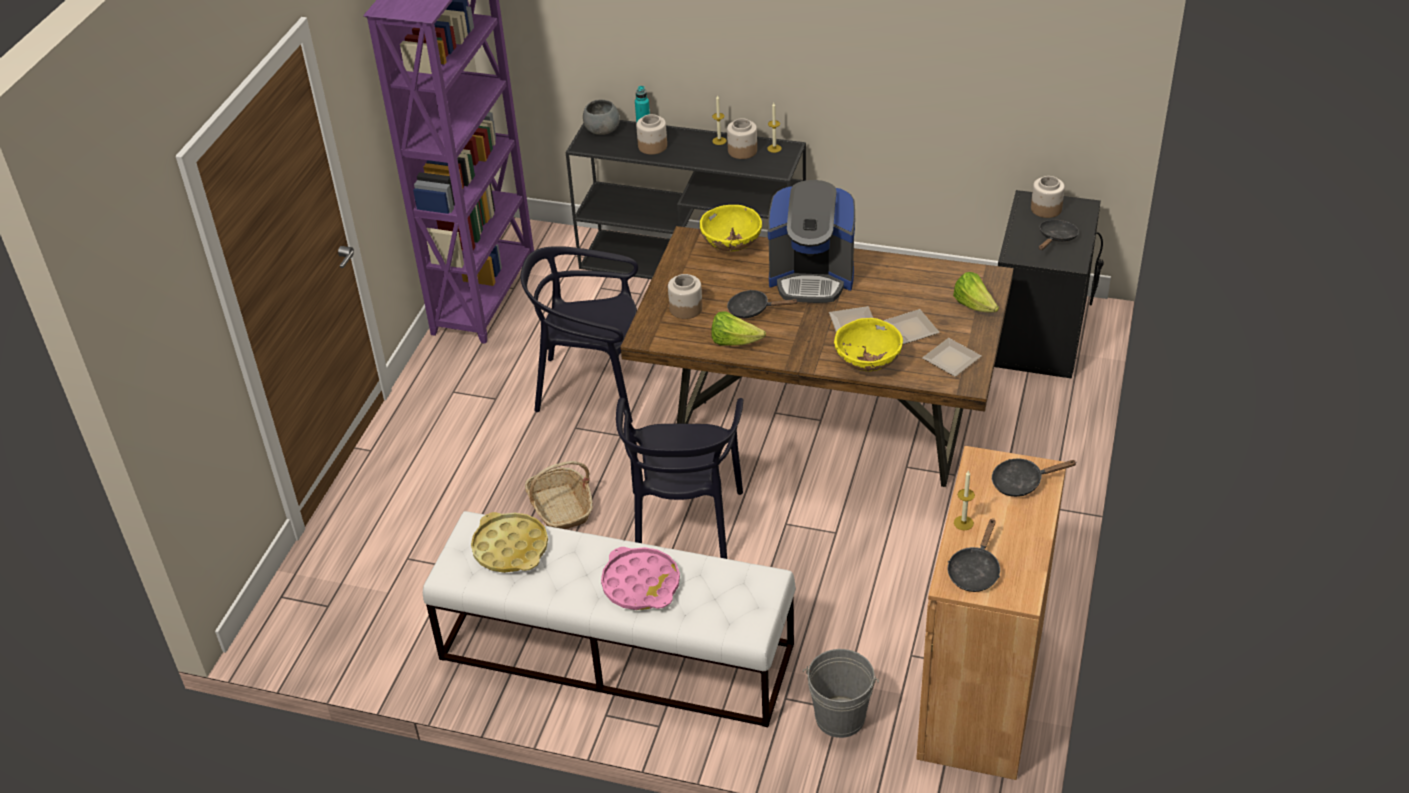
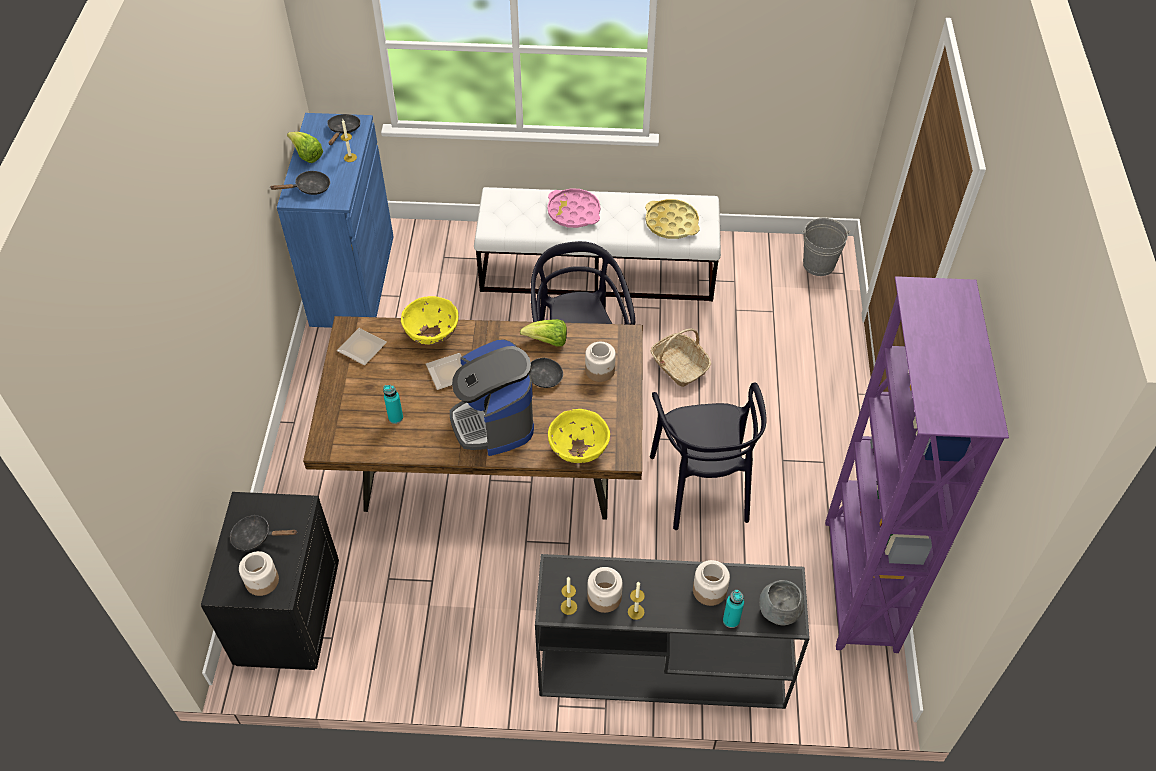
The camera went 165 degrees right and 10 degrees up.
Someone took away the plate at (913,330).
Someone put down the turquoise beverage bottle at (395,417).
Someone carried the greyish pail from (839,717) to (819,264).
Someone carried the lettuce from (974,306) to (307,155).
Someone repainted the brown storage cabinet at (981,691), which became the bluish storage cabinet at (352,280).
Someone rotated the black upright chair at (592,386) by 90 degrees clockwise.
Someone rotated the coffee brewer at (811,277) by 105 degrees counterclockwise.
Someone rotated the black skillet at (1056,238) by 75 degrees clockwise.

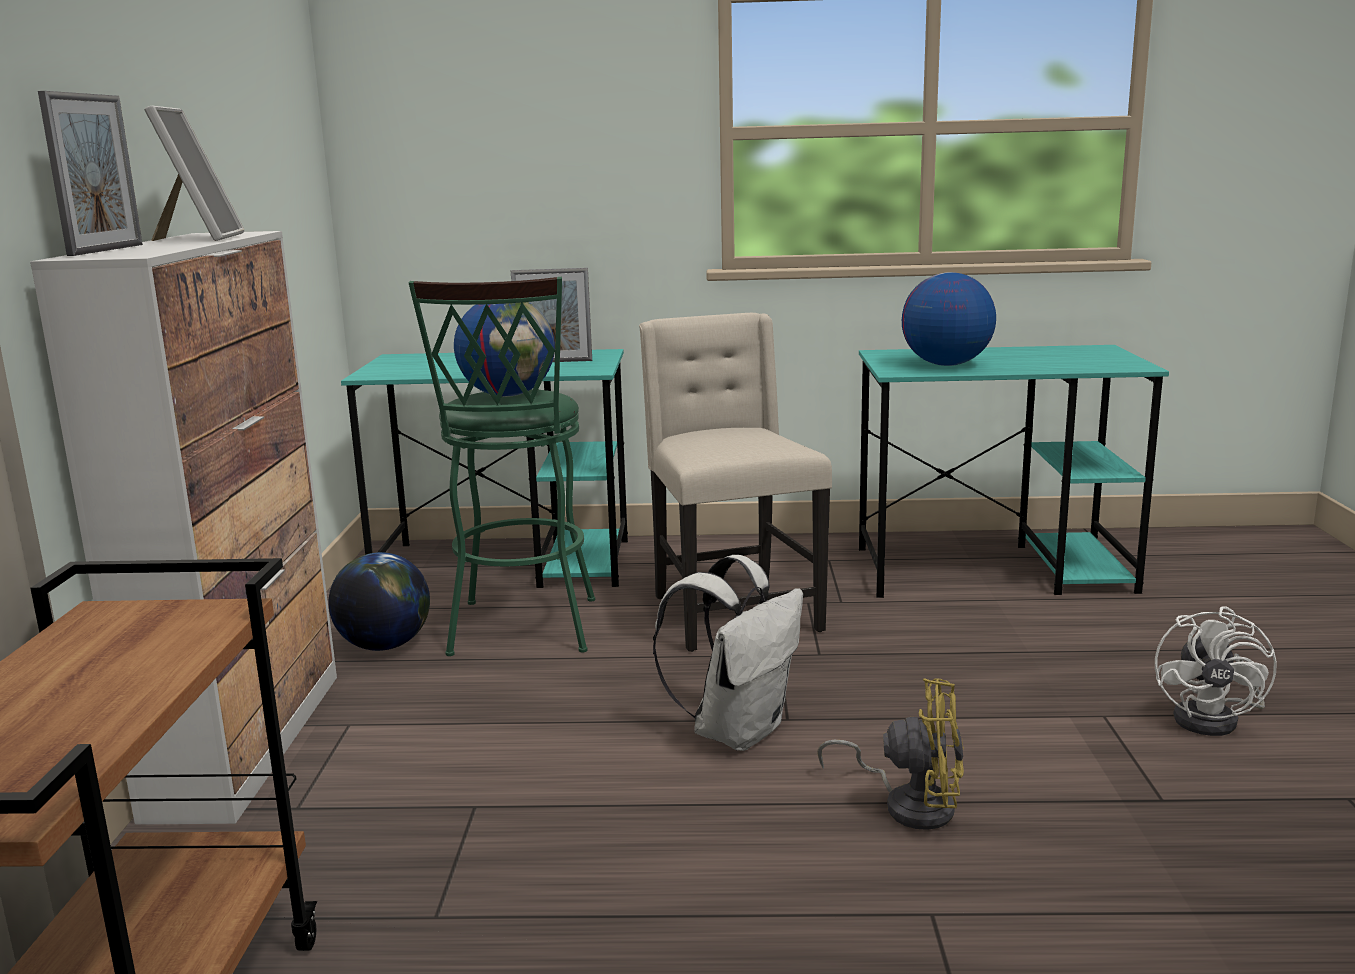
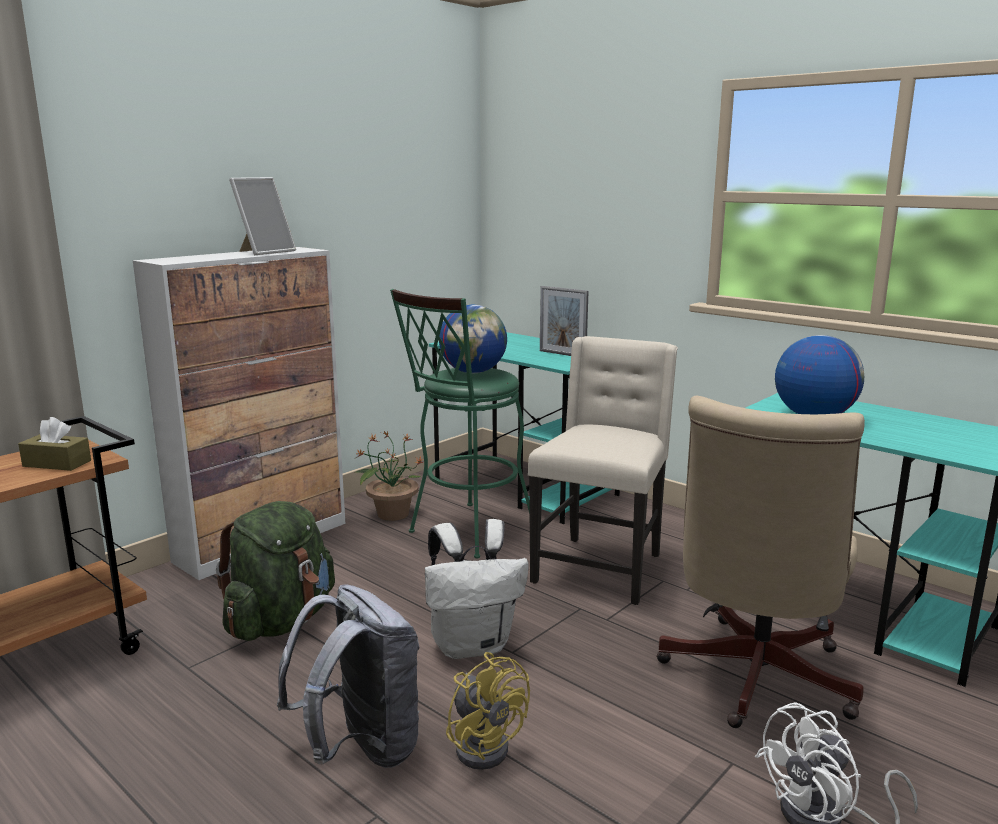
The camera went 40 degrees right and 0 degrees up.
Someone took away the photo frame at (106,250).
Someone put down the brown box of tissues at (57,463).
Someone put down the greenish knapsack at (281,621).
Someone put down the greyish knapsack at (361,749).
Someone put down the beige-coloured desk chair at (752,680).
Someone swapped the desk globe at (384,645) for the potted plant at (392,514).

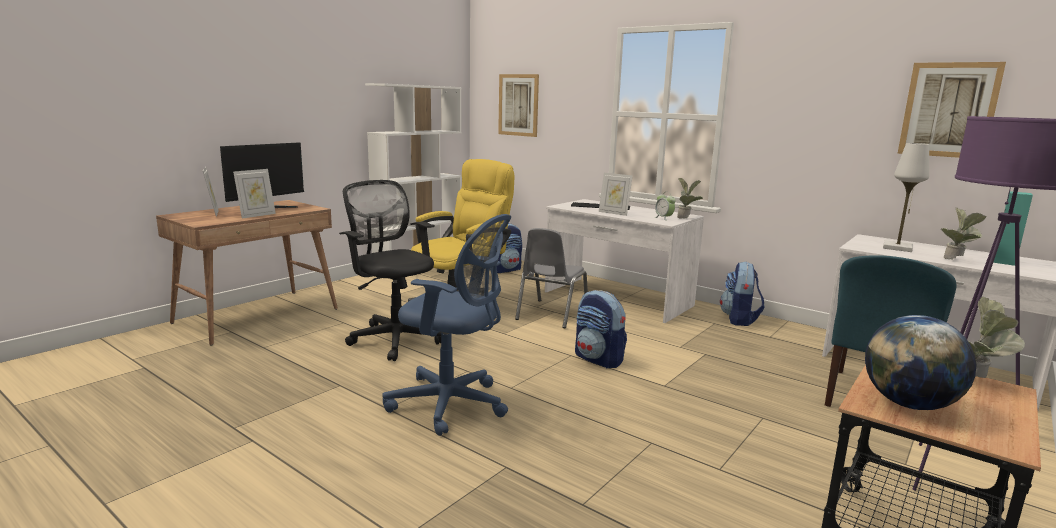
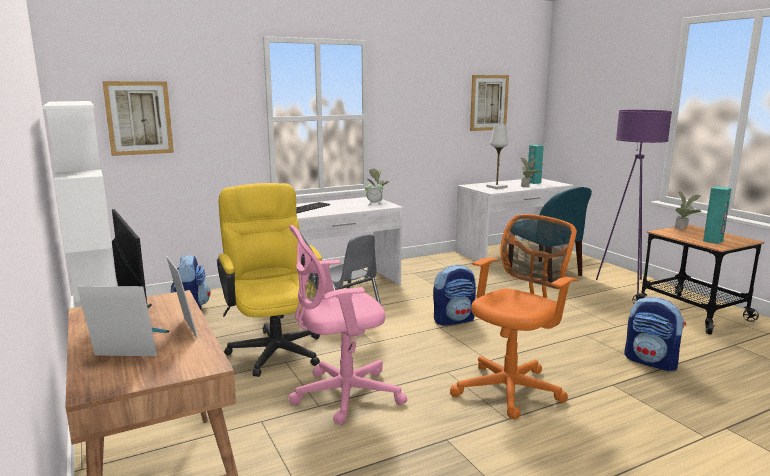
The camera went 65 degrees left and 0 degrees up.
Someone took away the photo frame at (613,213).
Someone carried the knapsack from (739,320) to (651,362).
Someone swapped the desk globe at (909,404) for the turquoise speaker at (713,241).
Someone repainted the black desk chair at (394,338), which became the pink desk chair at (341,395).
Someone repainted the bluish desk chair at (452,405), which became the orange desk chair at (512,388).

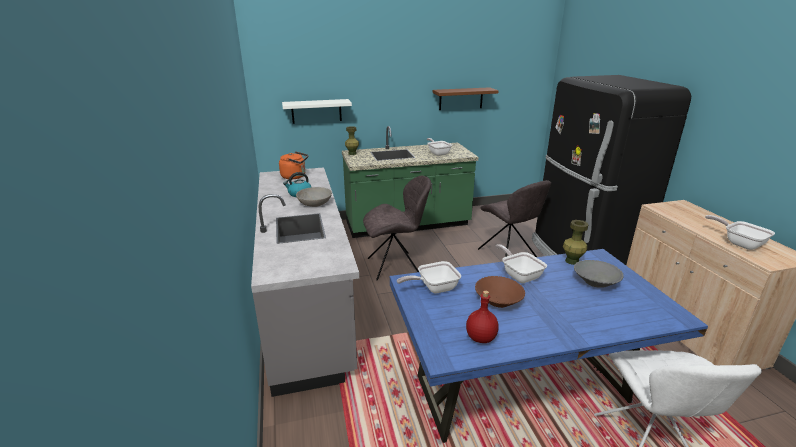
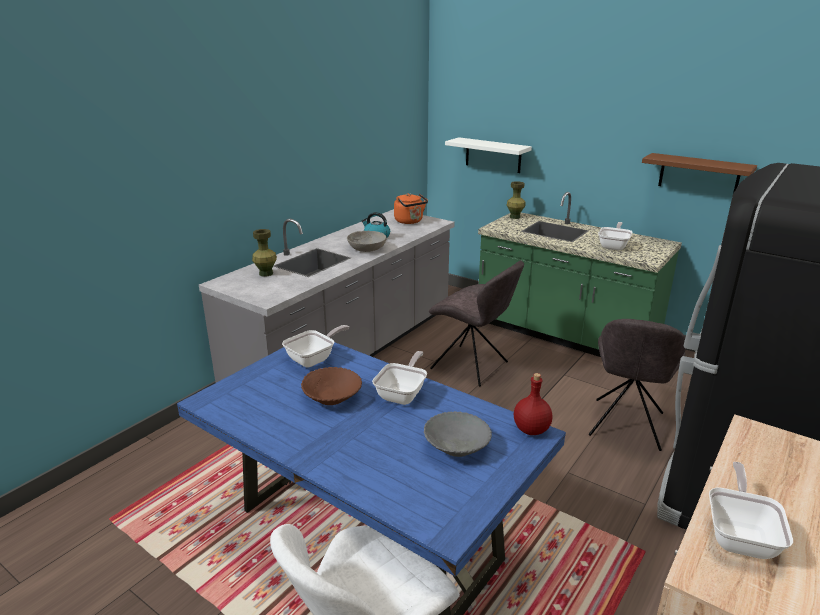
The camera went 50 degrees right and 0 degrees up.
Someone carried the red beverage bottle from (481,338) to (531,430).
Someone carried the greenish vase from (572,261) to (266,273).
Someone rotated the skillet at (433,288) by 105 degrees clockwise.

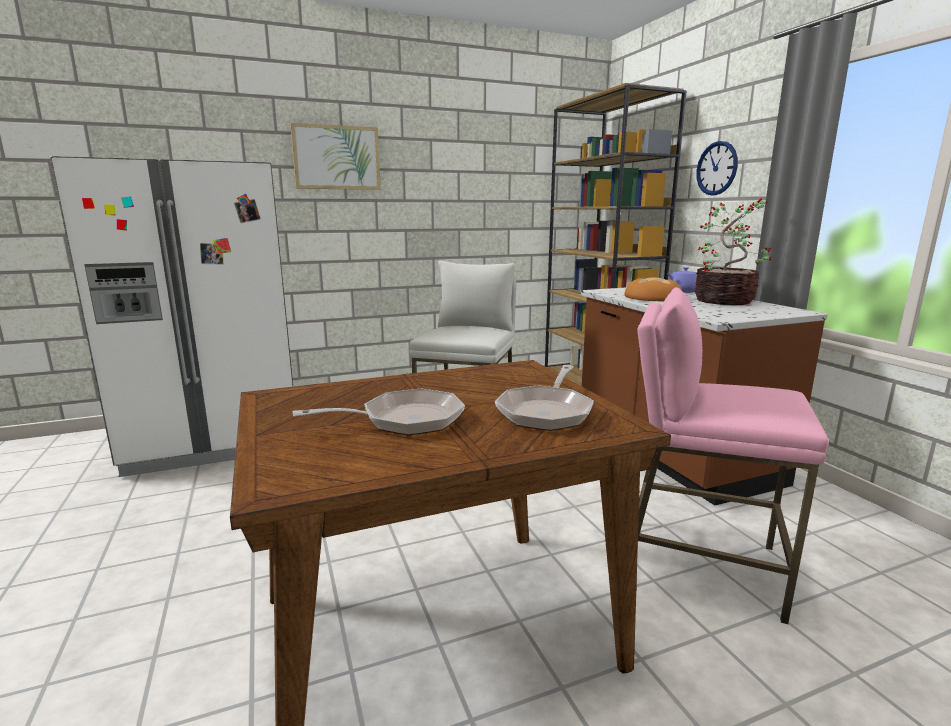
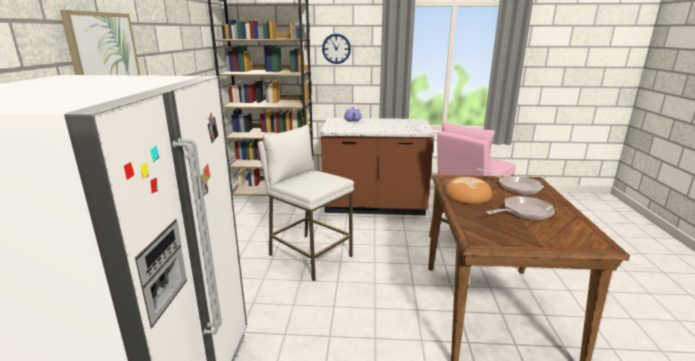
The camera went 65 degrees left and 5 degrees up.
Someone took away the potted plant at (725,301).
Someone carried the baked bread from (652,298) to (467,195).
Someone rotated the skillet at (404,420) by 60 degrees clockwise.

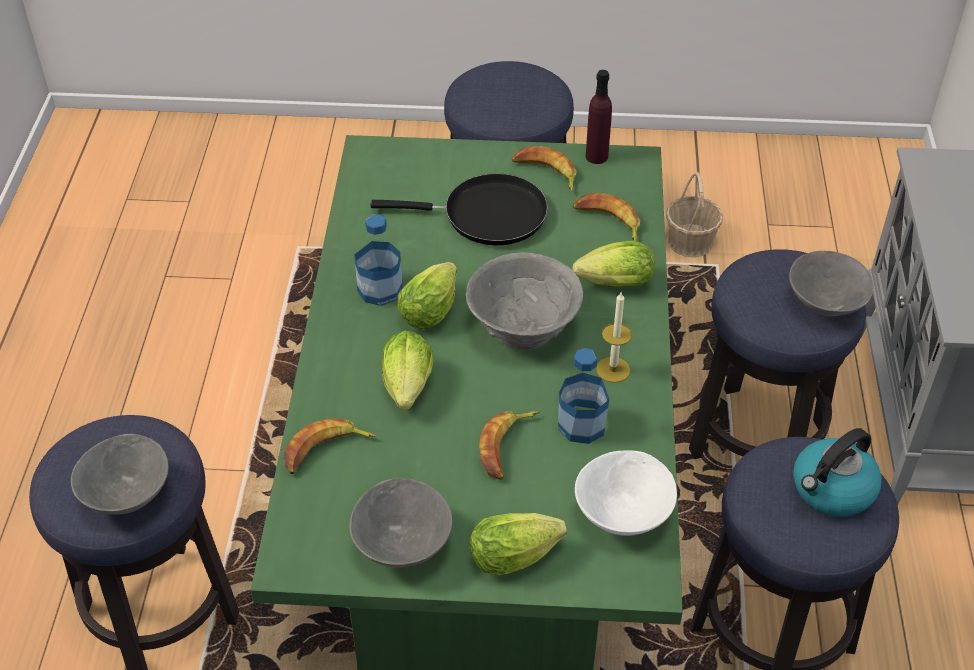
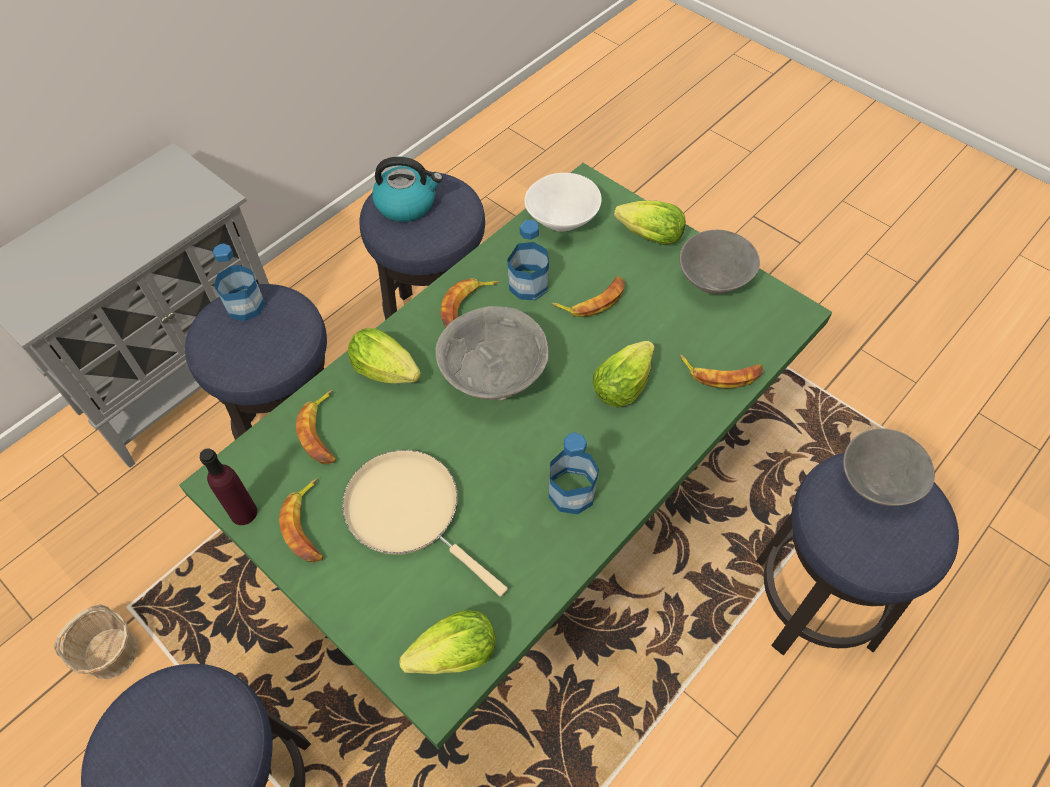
The camera went 140 degrees left and 10 degrees up.
Someone carried the lettuce from (432,309) to (449,656).
Someone swapped the candle at (613,369) for the whole banana at (467,307).
Someone swapped the greyish serving bowl at (825,305) for the beverage bottle at (245,305).
Someone repainted the black skillet at (487,215), which became the beige-coloured skillet at (409,512).

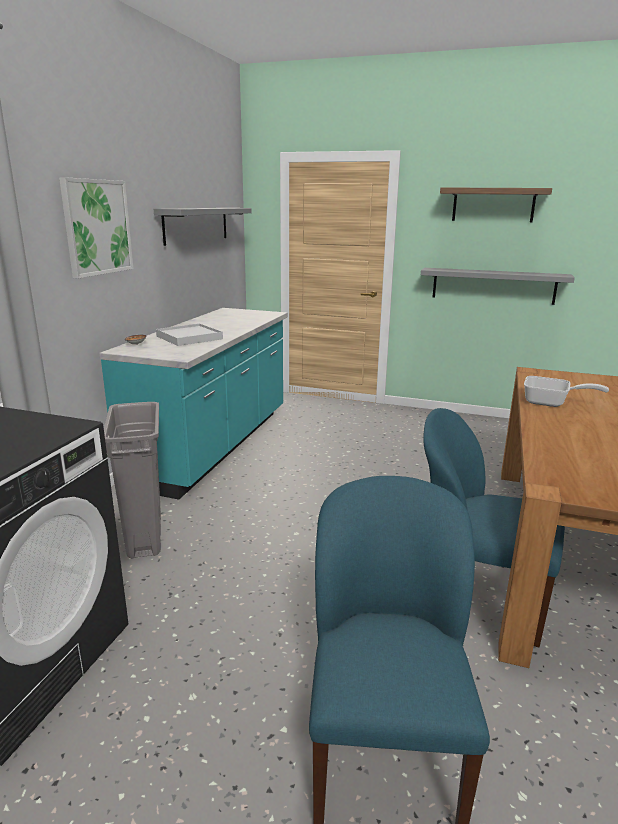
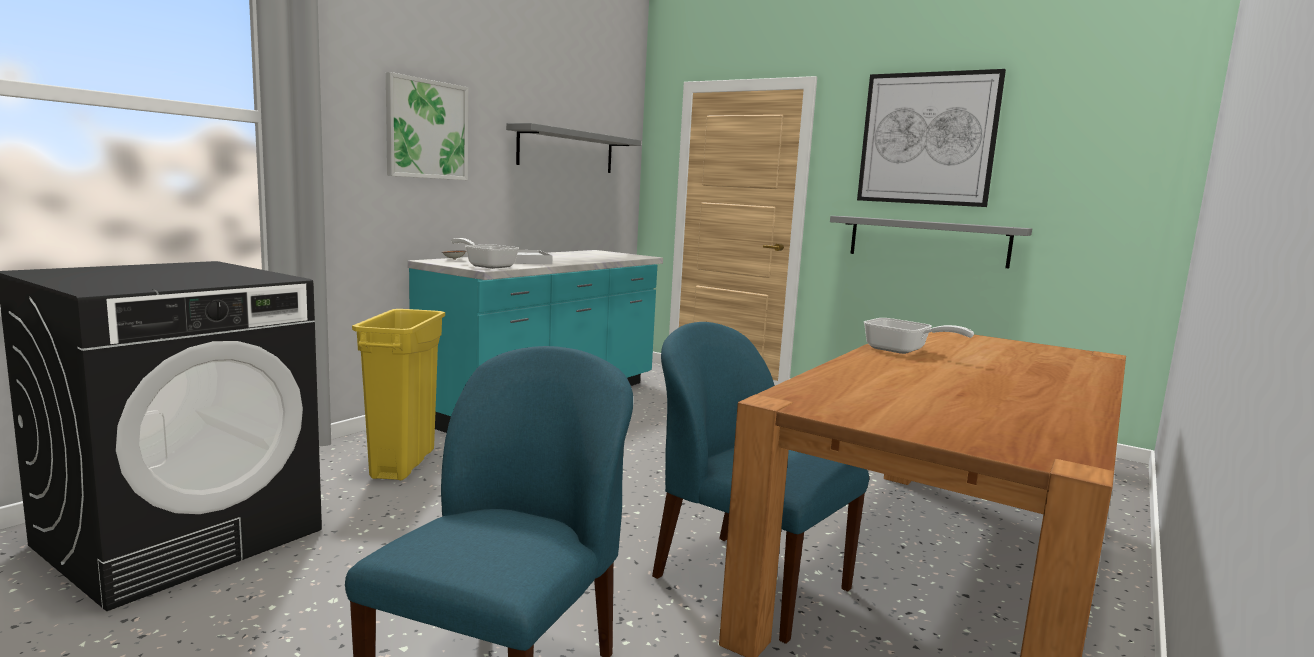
The camera went 15 degrees right and 10 degrees down.
Someone put down the skillet at (487,266).
Someone swapped the bracket shelf at (493,205) for the wall art at (927,139).
Someone repainted the greyish trash can at (144,536), which became the yellow trash can at (403,463).

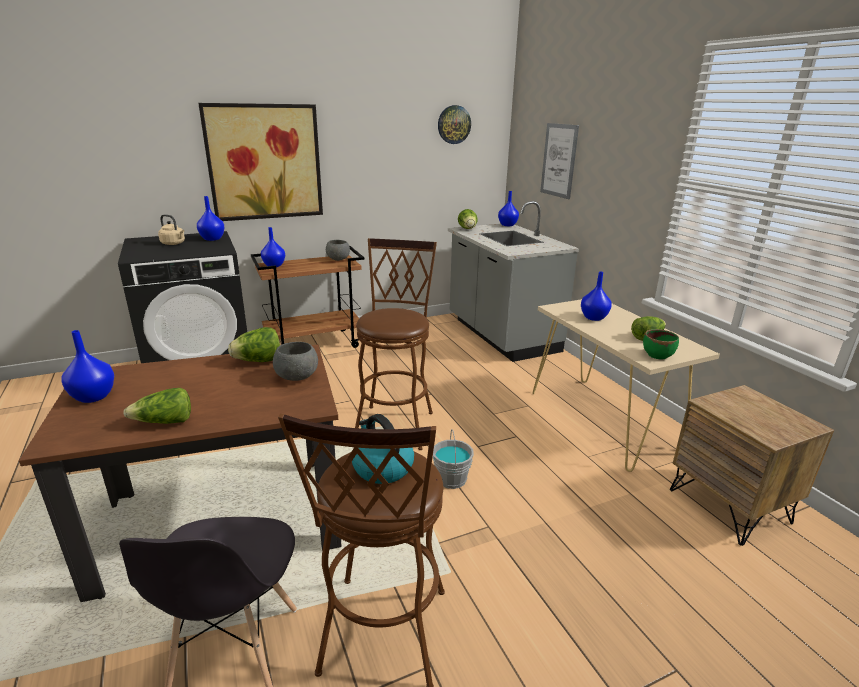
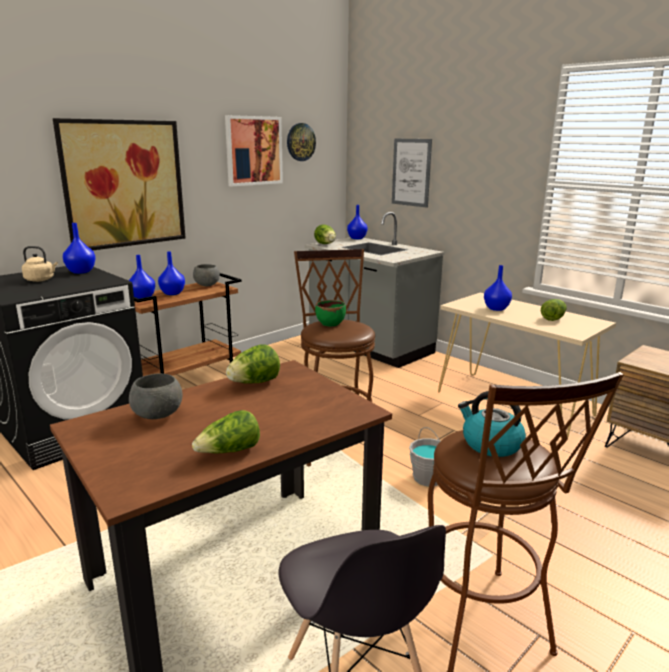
The camera went 20 degrees left and 5 degrees down.
Someone put up the wall art at (253,151).
Someone carried the bluish vase from (94,396) to (173,293).
Someone carried the greyish serving bowl from (297,378) to (158,416).
Someone carried the greenish serving bowl from (657,355) to (330,323).

